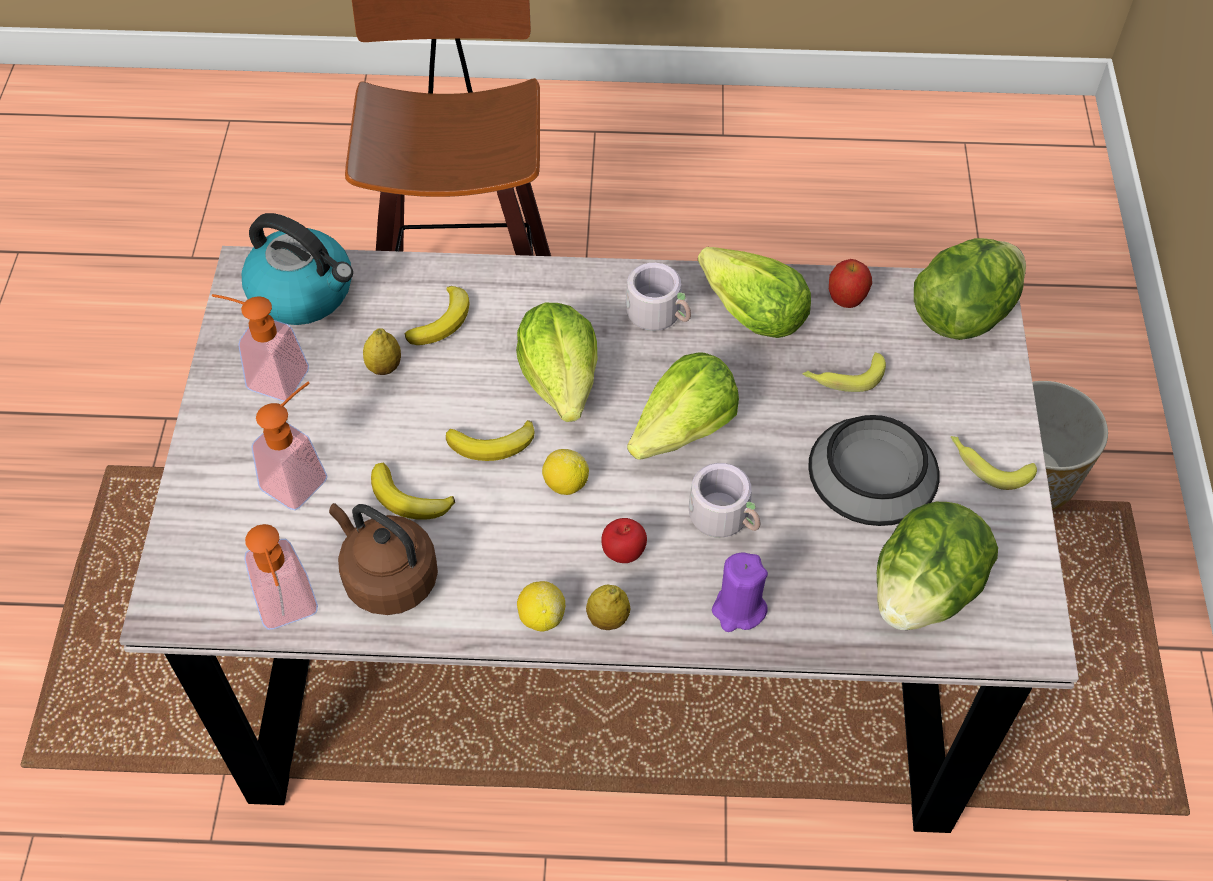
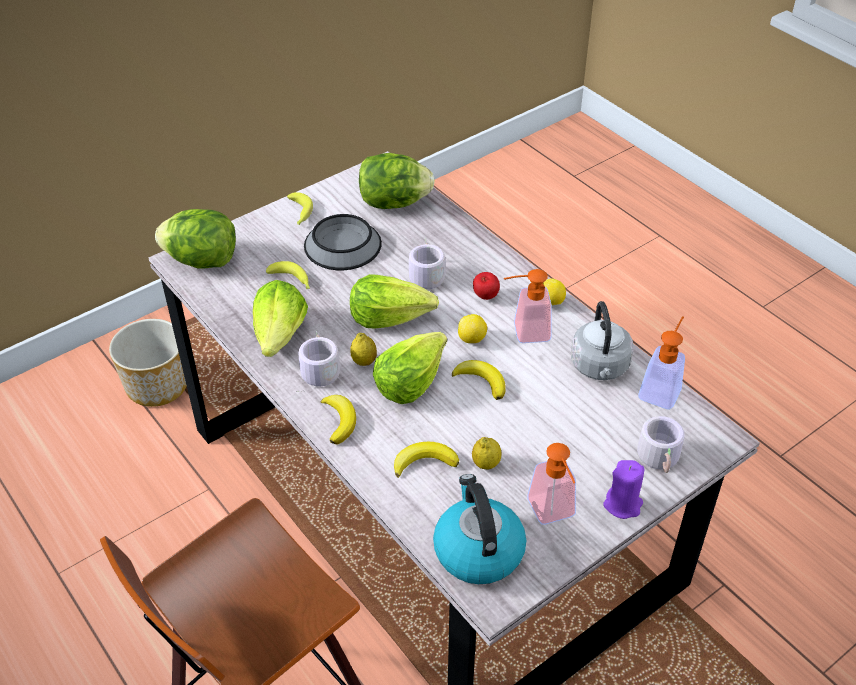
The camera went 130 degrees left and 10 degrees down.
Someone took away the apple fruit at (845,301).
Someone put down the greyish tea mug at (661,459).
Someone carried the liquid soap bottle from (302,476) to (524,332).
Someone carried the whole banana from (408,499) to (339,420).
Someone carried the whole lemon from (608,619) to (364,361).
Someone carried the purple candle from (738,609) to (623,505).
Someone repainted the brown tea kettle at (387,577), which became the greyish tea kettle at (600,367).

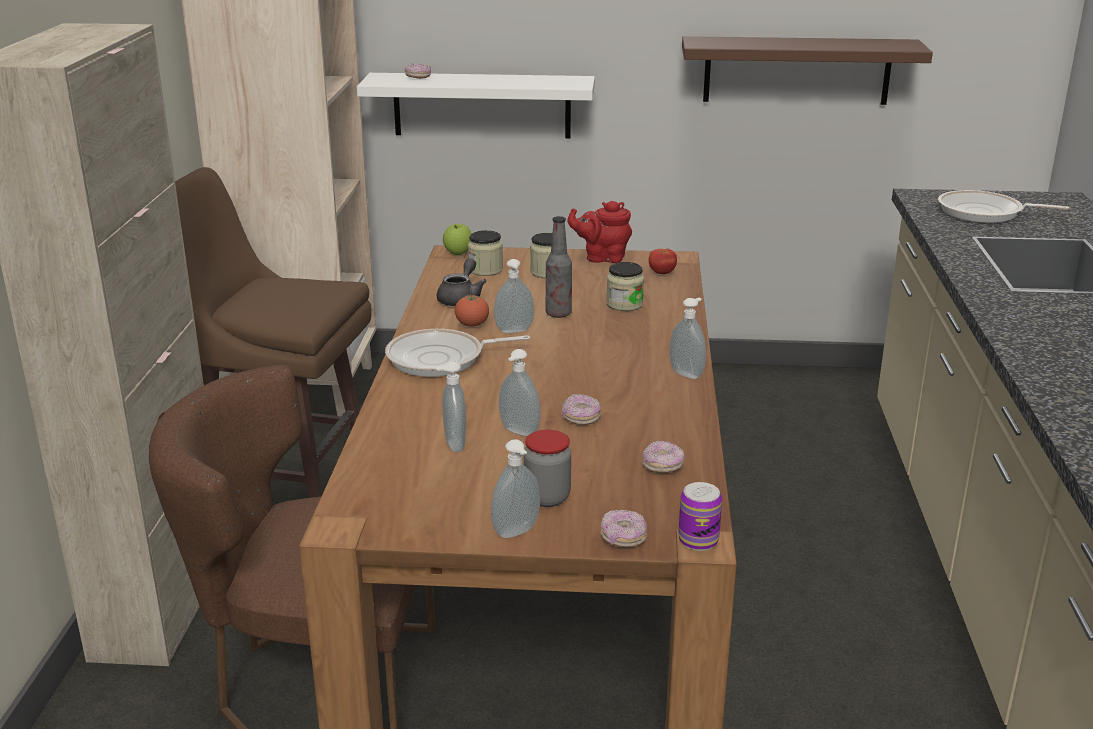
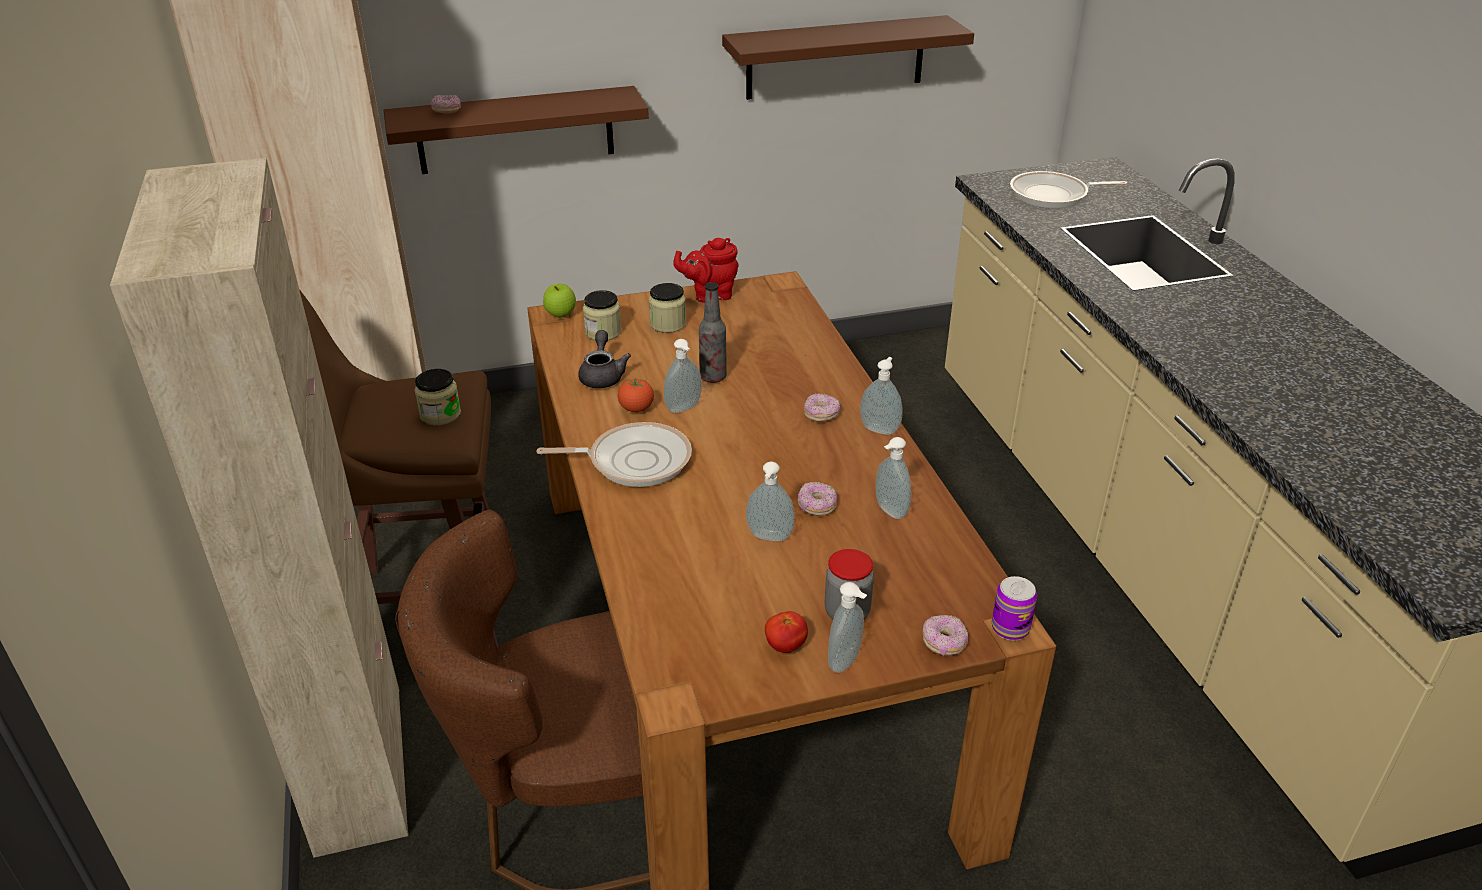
The camera went 20 degrees left and 10 degrees up.
Someone carried the liquid soap bottle from (452,445) to (889,512).
Someone carried the jar from (624,304) to (440,414).
Someone carried the doughnut from (663,466) to (821,415).
Someone carried the whole tomato from (662,273) to (785,646).
Someone repainted the white-coloured bracket shelf at (482,105), which became the brown bracket shelf at (515,130).
Someone rotated the skillet at (441,359) by 150 degrees counterclockwise.

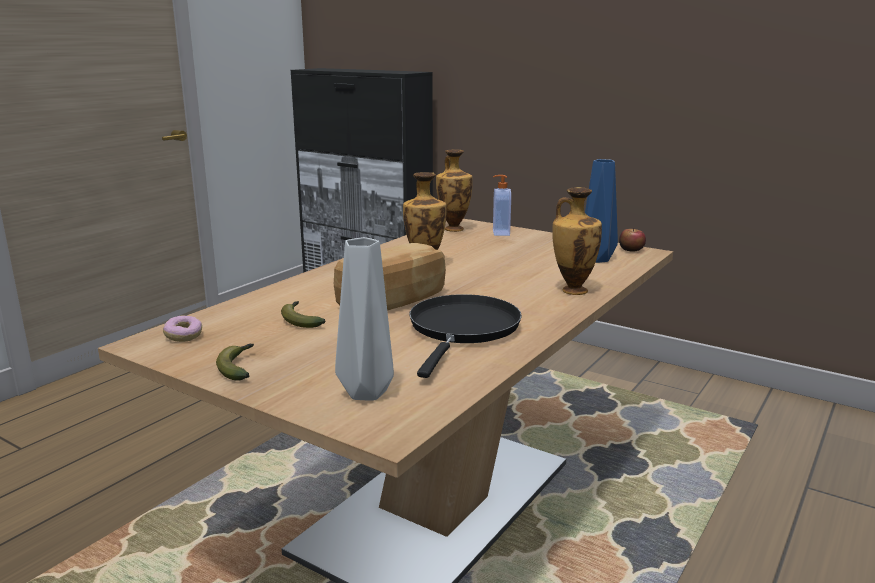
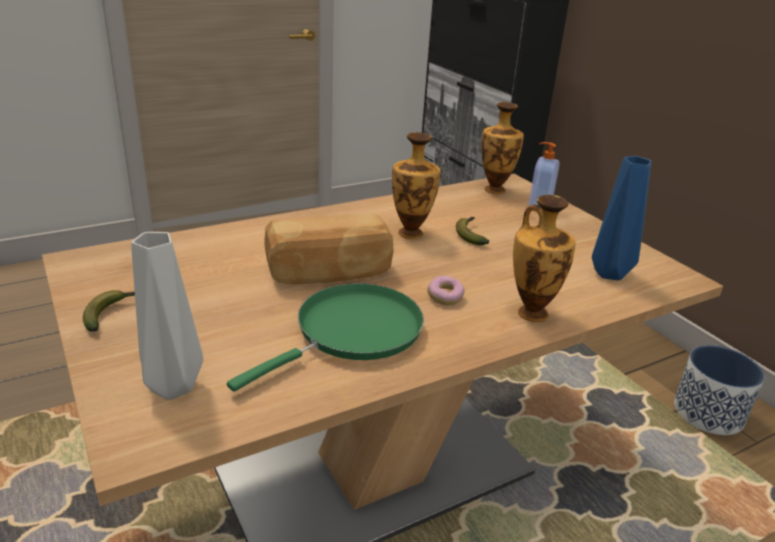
The camera went 25 degrees right and 10 degrees up.
Someone took away the apple fruit at (631,249).
Someone put down the plant pot at (708,413).
Someone carried the doughnut from (183,336) to (445,297).
Someone carried the whole banana from (300,320) to (470,235).
Someone repainted the black skillet at (462,329), which became the greenish skillet at (352,332).

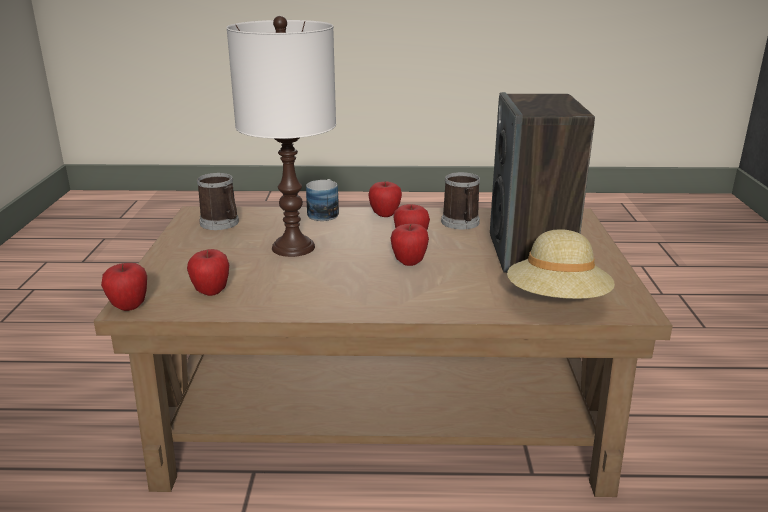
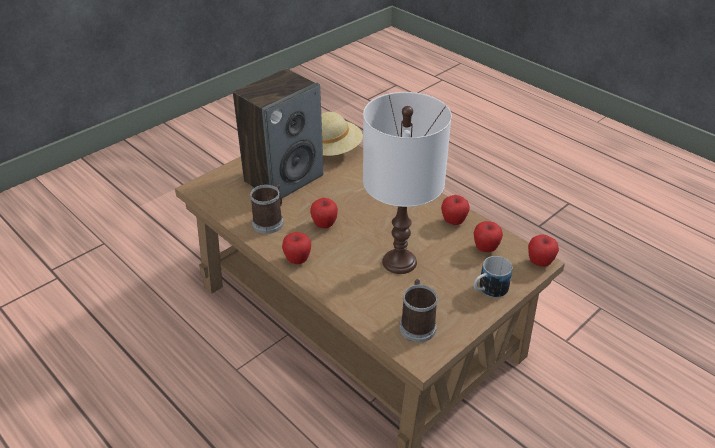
The camera went 135 degrees left and 15 degrees up.
Someone carried the tea mug from (325,213) to (488,290).
Someone carried the apple fruit from (409,262) to (453,222).

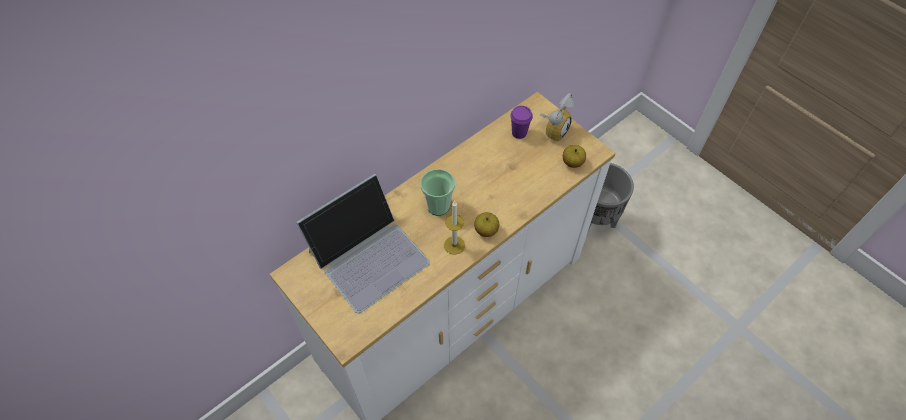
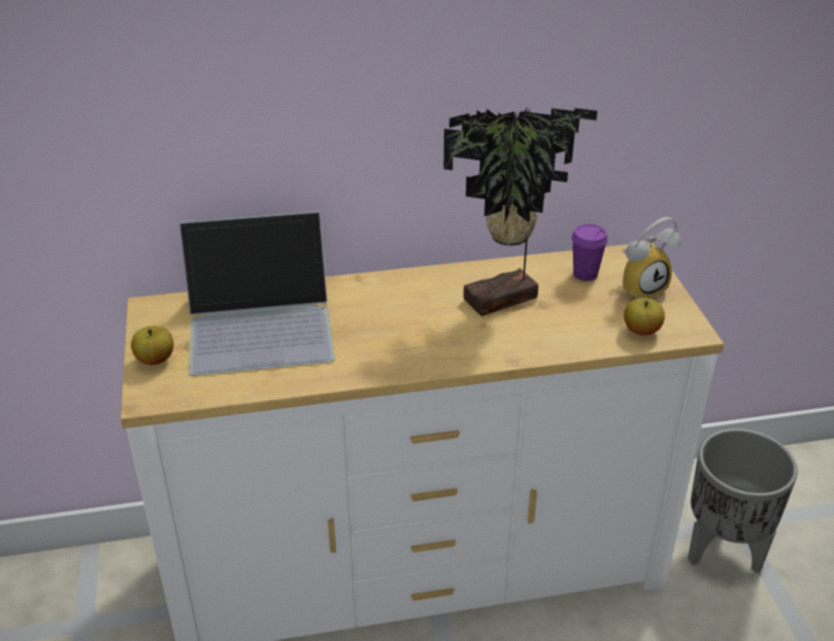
The camera went 30 degrees right and 20 degrees down.
Someone took away the cup at (438,206).
Someone took away the candle at (454,245).
Someone put down the potted plant at (504,301).
Someone carried the apple fruit from (486,230) to (155,360).

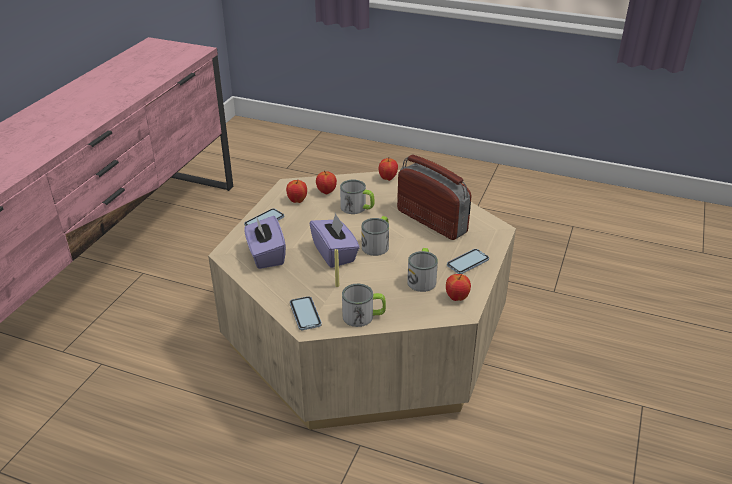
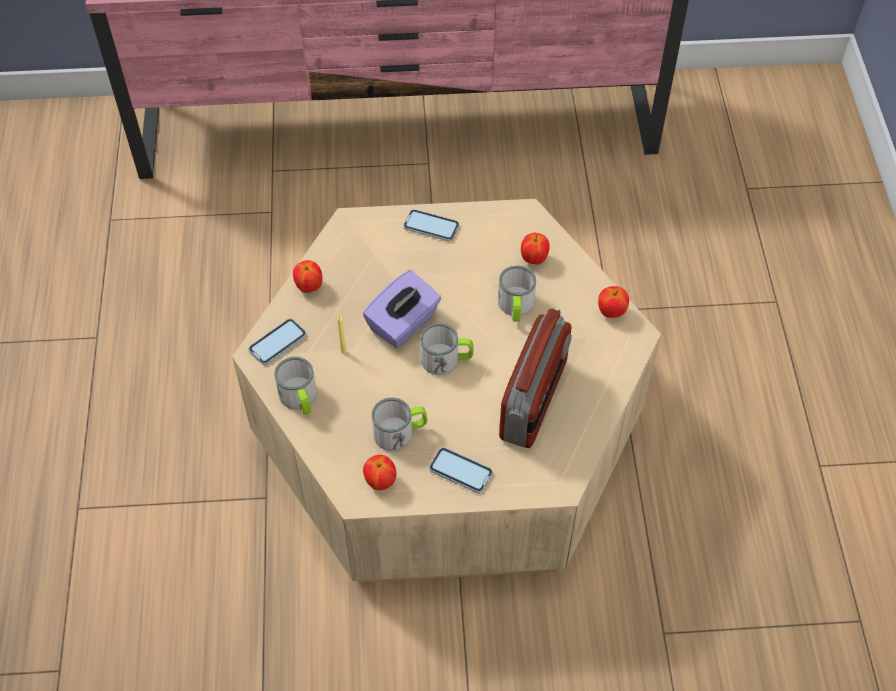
The camera went 65 degrees right and 20 degrees up.
Someone took away the purple box of tissues at (266,255).
Someone carried the apple fruit from (297,201) to (309,287).

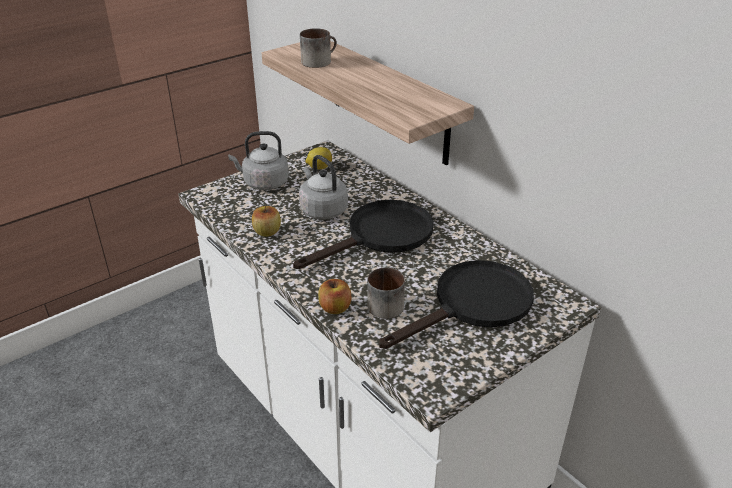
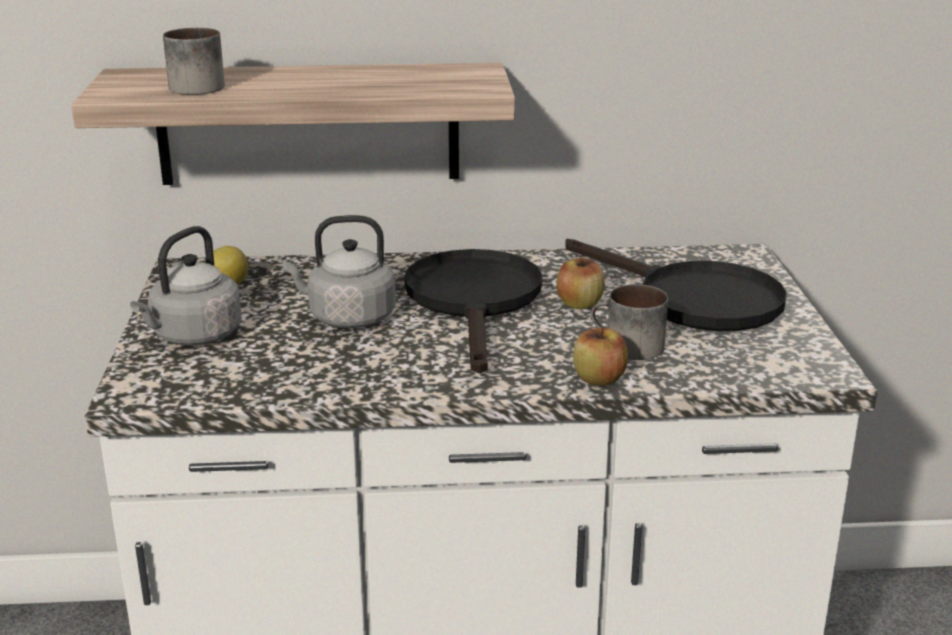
The camera went 55 degrees left and 10 degrees down.
Someone carried the apple fruit from (267,232) to (579,304).
Someone rotated the black skillet at (472,305) by 135 degrees clockwise.

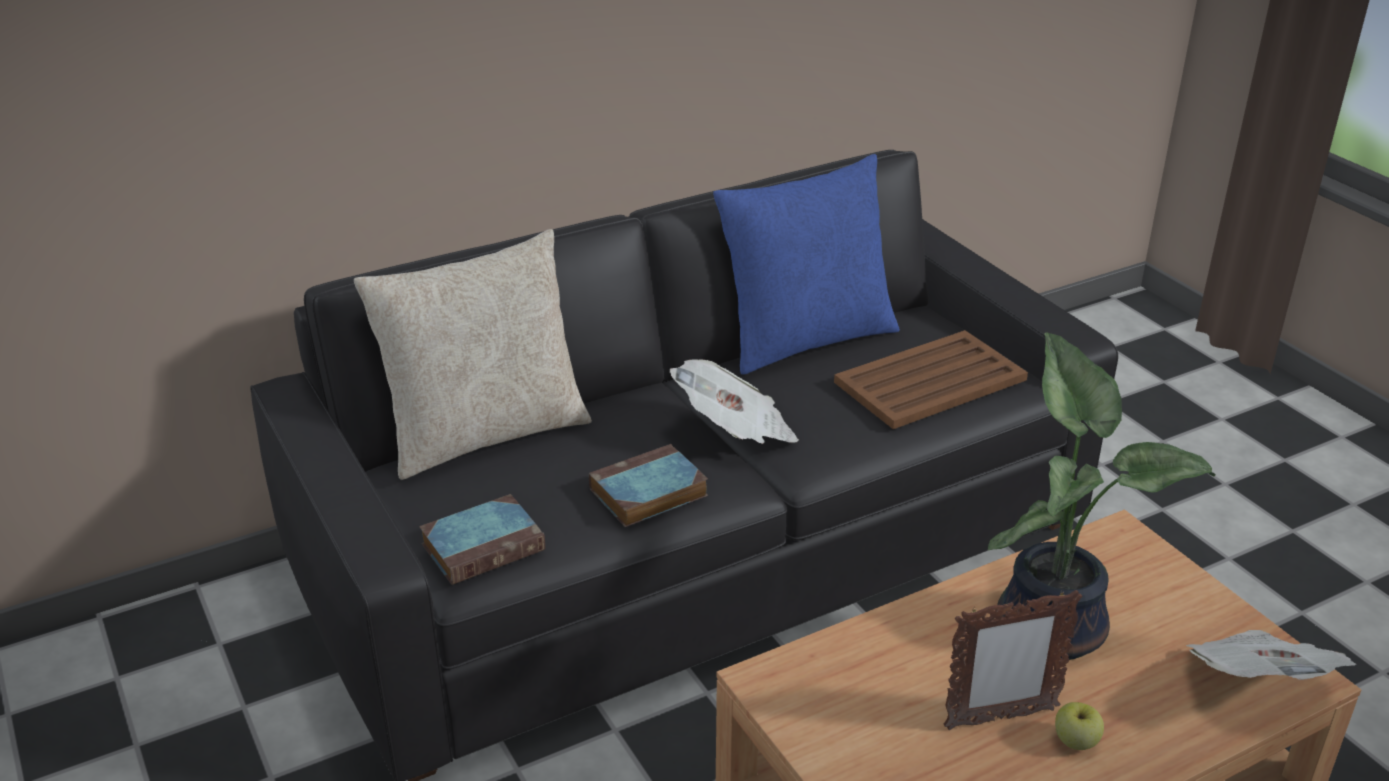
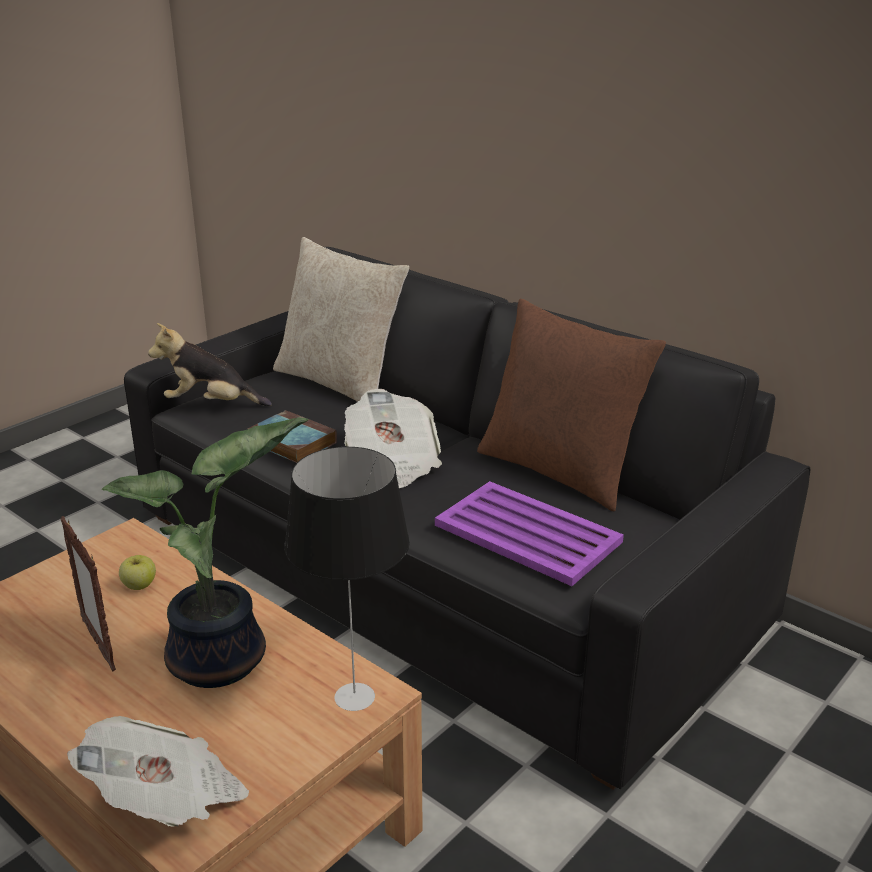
The camera went 70 degrees right and 5 degrees down.
Someone put down the table lamp at (353,697).
Someone carried the apple fruit from (1075,741) to (139,585).
Someone swapped the book at (485,545) for the plush toy at (211,404).
Someone repainted the bluish pillow at (805,338), which became the brown pillow at (560,470).
Someone repainted the brown tray at (928,381), which became the purple tray at (526,533).

